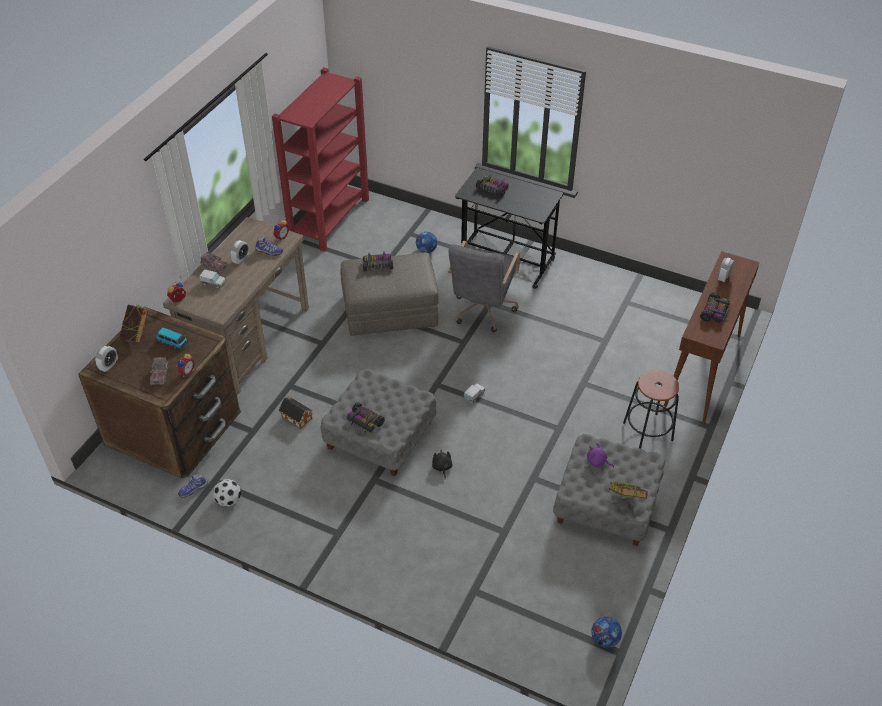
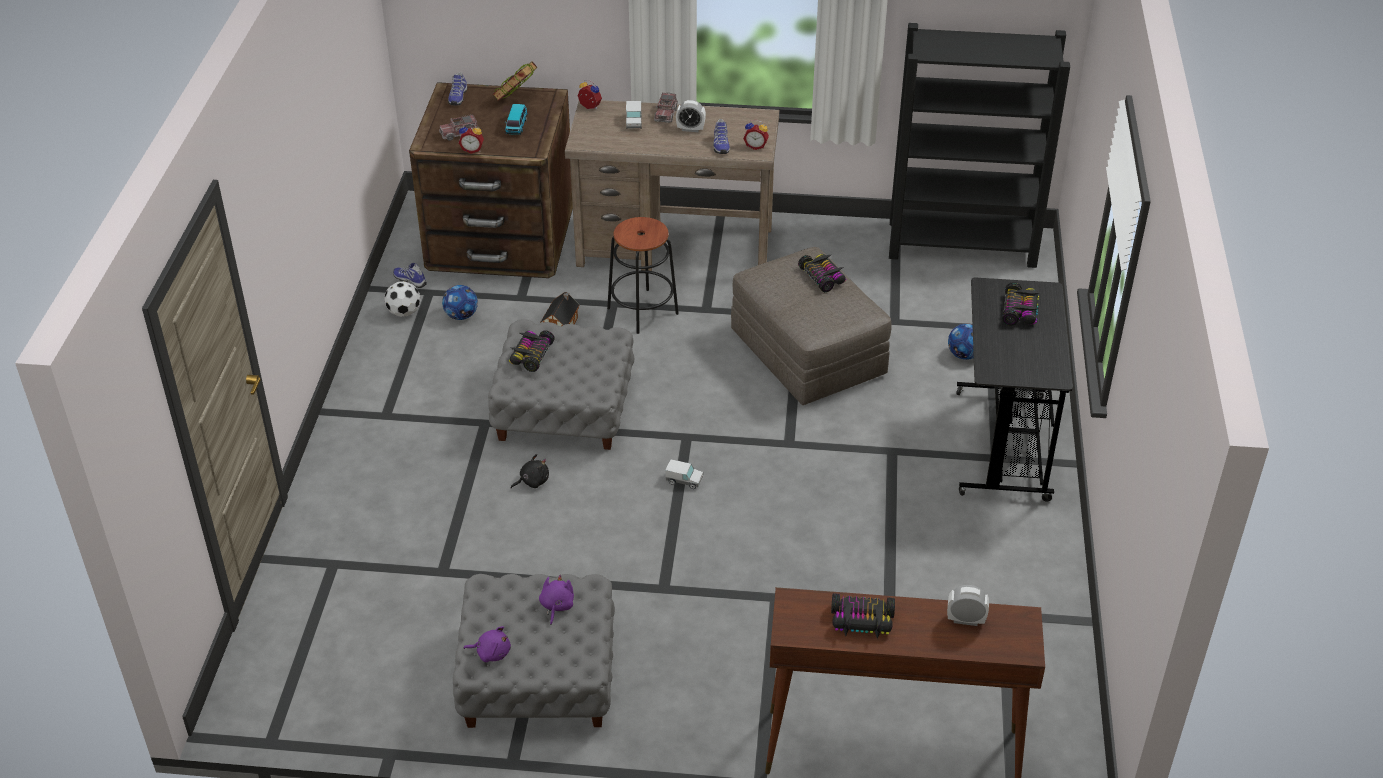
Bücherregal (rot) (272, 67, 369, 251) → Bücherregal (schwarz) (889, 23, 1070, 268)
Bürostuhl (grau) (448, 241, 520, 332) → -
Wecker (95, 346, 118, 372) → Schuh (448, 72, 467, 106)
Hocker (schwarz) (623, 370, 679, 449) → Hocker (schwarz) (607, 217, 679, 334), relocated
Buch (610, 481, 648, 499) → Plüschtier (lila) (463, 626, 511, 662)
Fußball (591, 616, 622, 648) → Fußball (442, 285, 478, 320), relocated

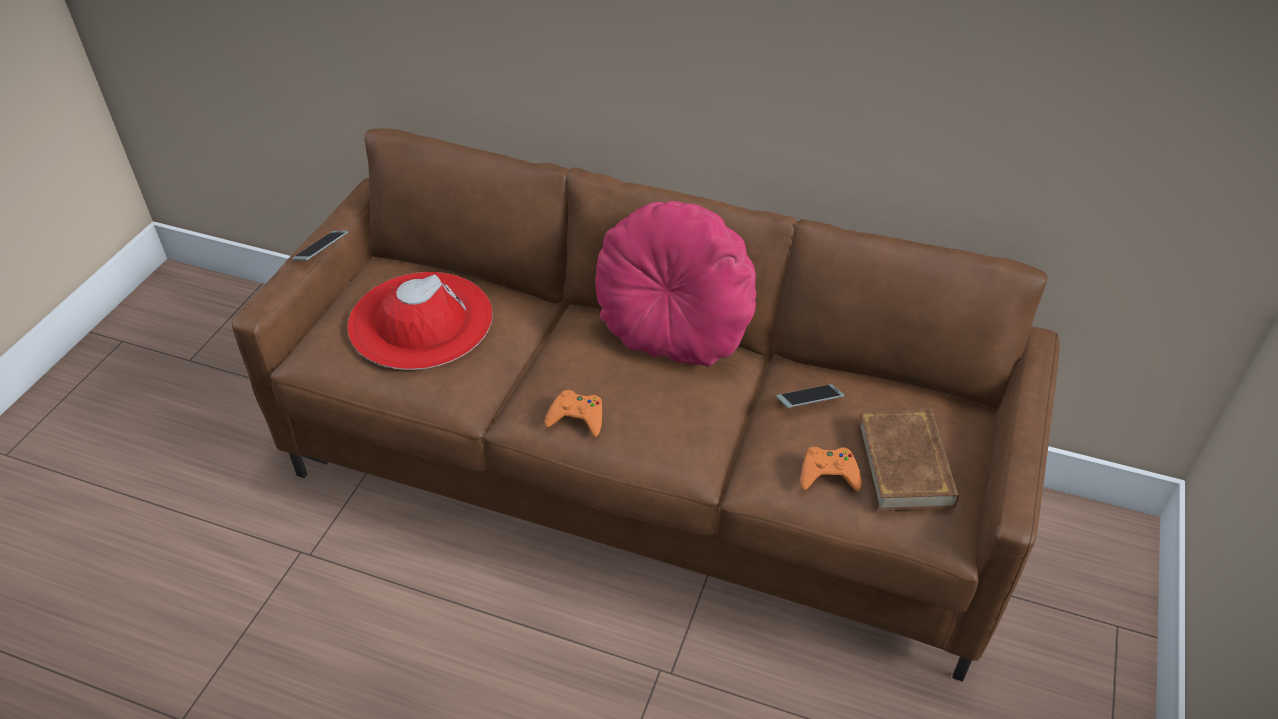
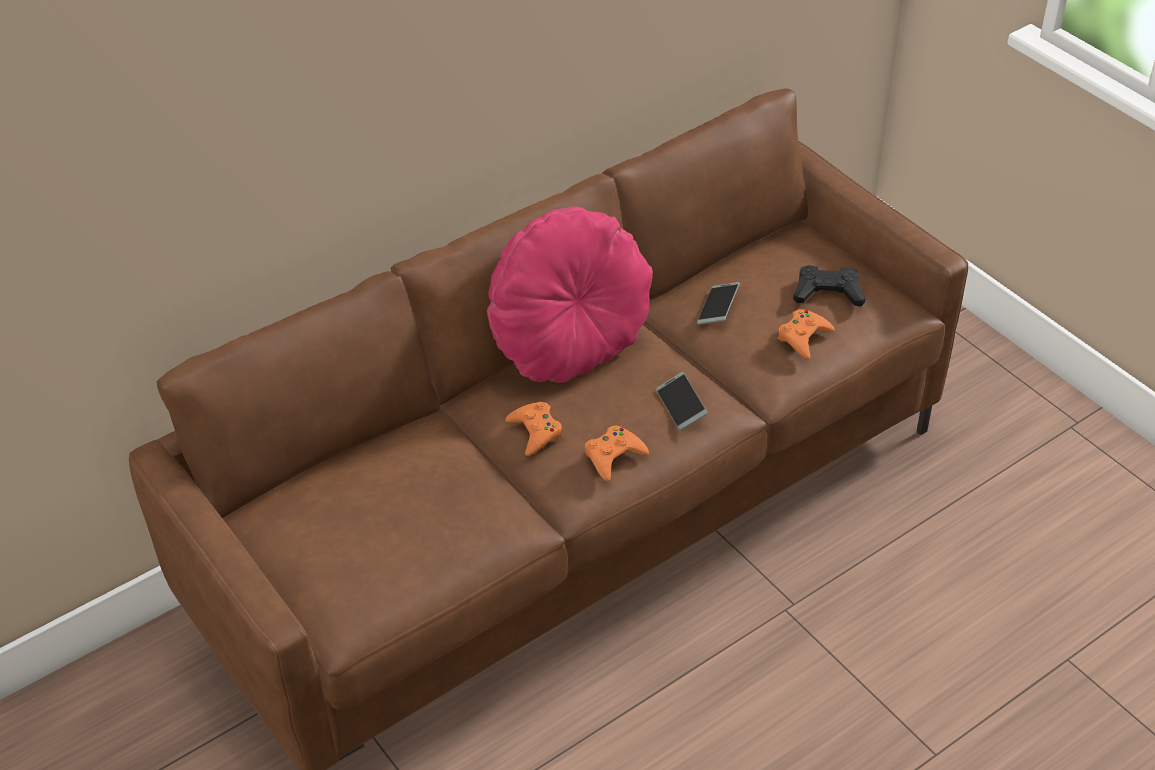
Handy (292, 231, 348, 261) → Handy (656, 372, 707, 430), relocated
Hut (rot) (348, 272, 493, 370) → -
Buch (braun) (858, 409, 959, 511) → Gamepad (schwarz) (793, 265, 865, 307)
- → Gamepad (orange) (505, 402, 562, 456)

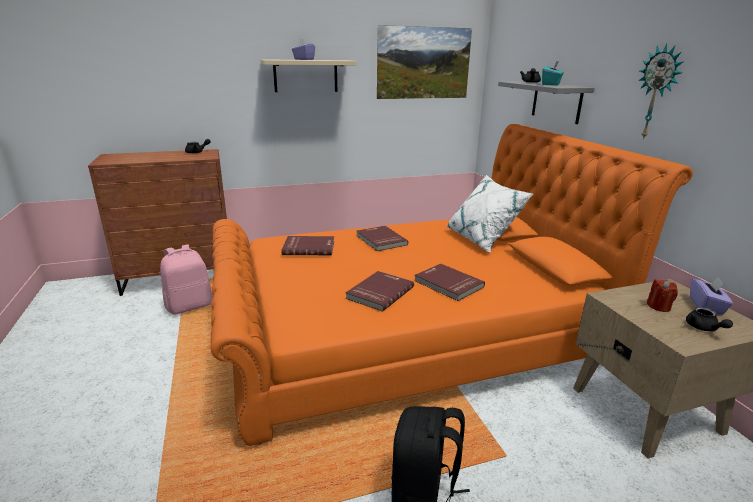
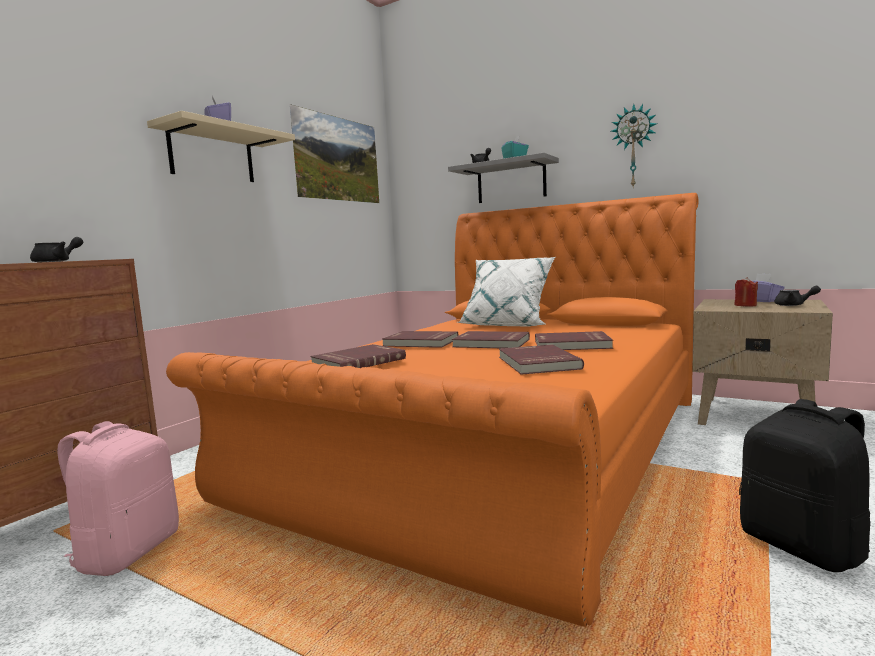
- → Buch (rot) (452, 331, 530, 348)

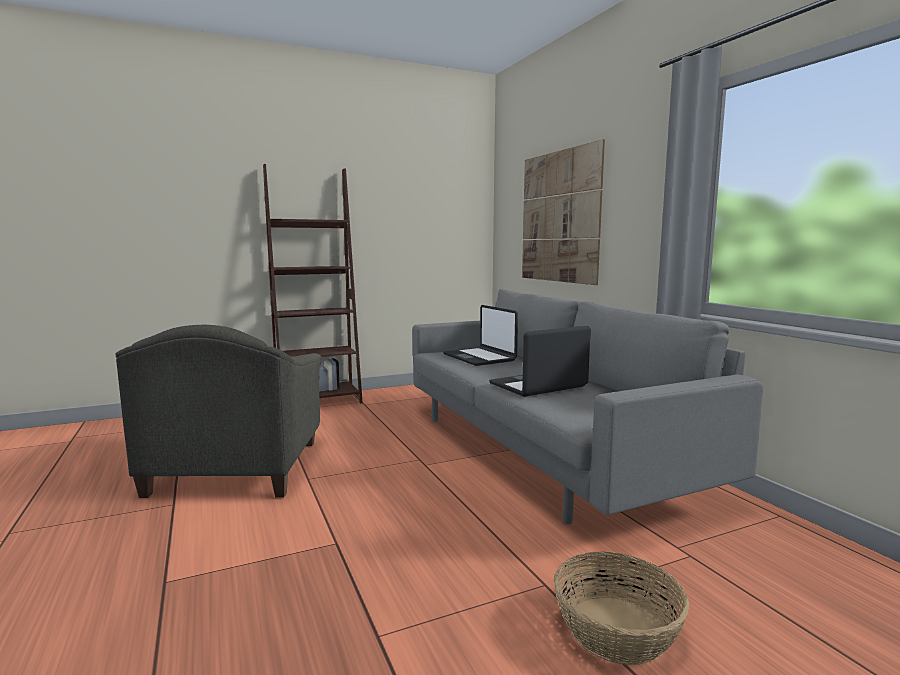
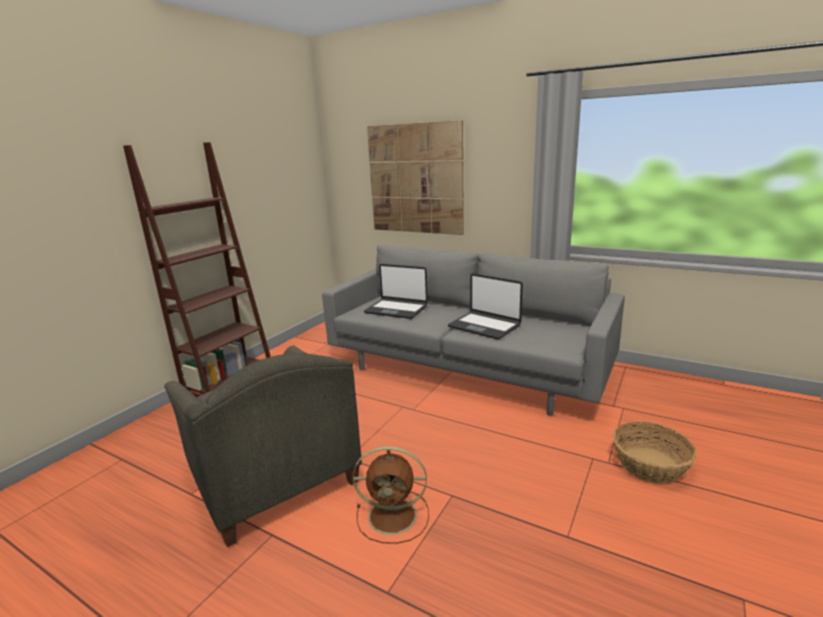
Laptop (489, 326, 591, 397) → Laptop (448, 274, 523, 339), 75 degrees counterclockwise
- → Ventilator (braun) (353, 446, 429, 544)

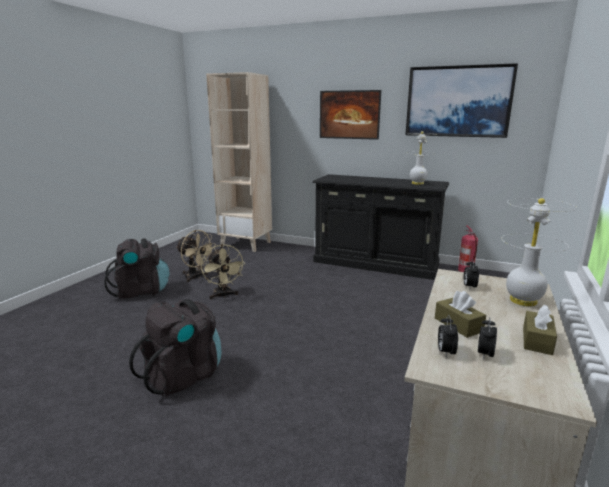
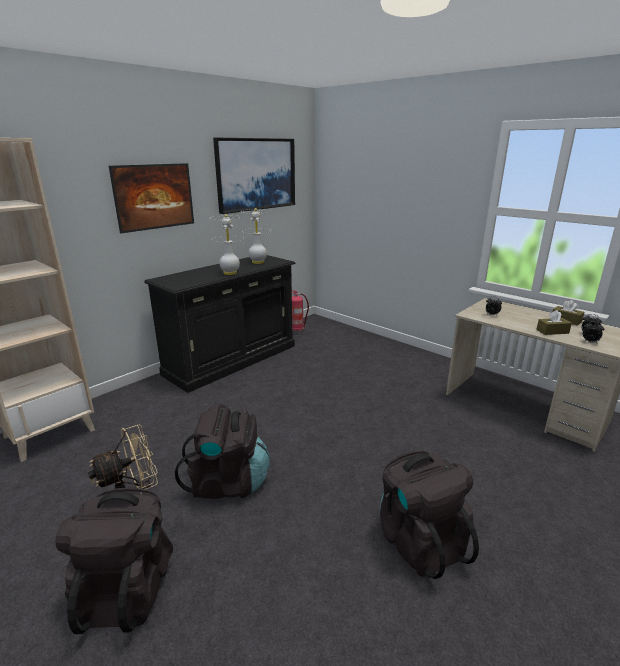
Tischlampe (weiß) (501, 198, 577, 307) → Tischlampe (weiß) (210, 214, 244, 275), relocated
Ventilator (beige) (201, 244, 244, 299) → Rucksack (schwarz) (175, 404, 270, 499)

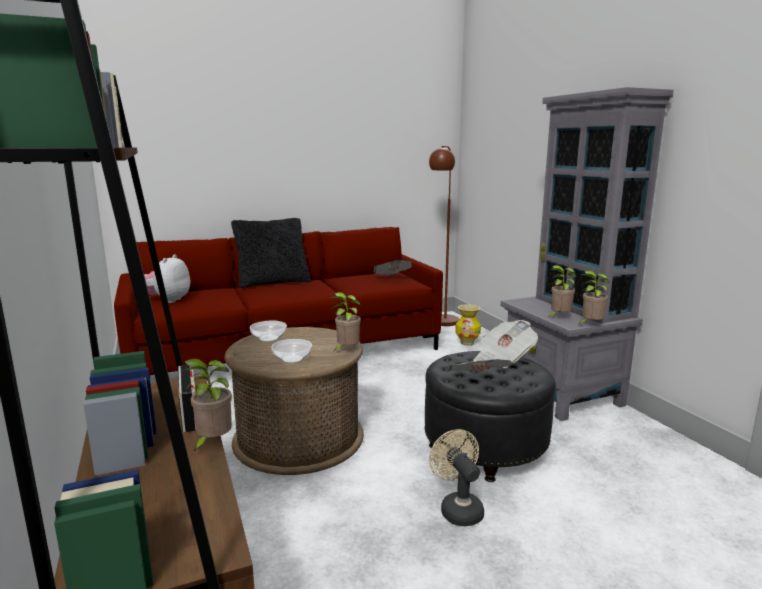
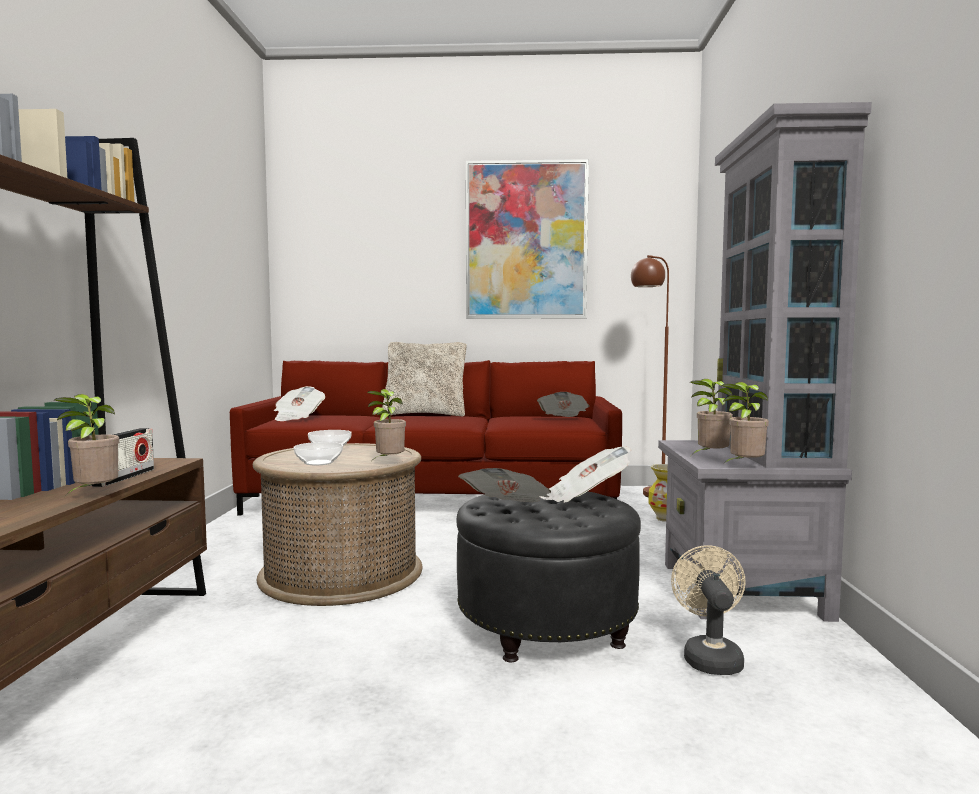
Kissen (schwarz) (231, 218, 311, 288) → Kissen (beige) (382, 342, 467, 416)
Plüschtier (144, 254, 191, 303) → Zeitung (274, 386, 326, 421)
Ventilator (beige) (429, 429, 484, 527) → Ventilator (beige) (671, 545, 746, 675), relocated
- → Bild (466, 159, 589, 319)

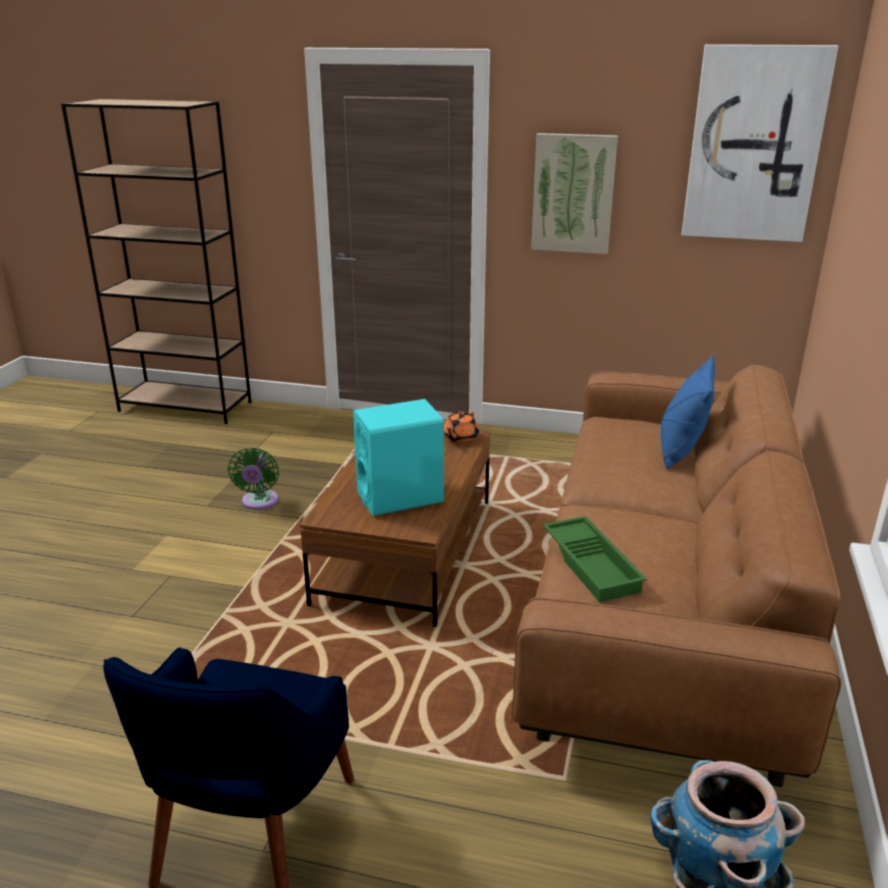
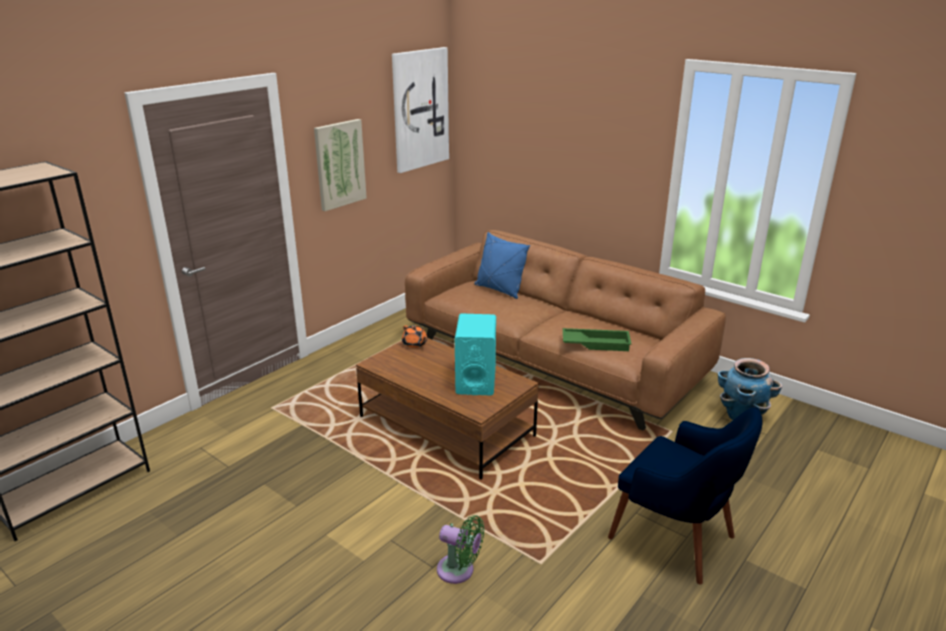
Ventilator (grün) (228, 447, 279, 510) → Ventilator (grün) (437, 515, 485, 584), relocated

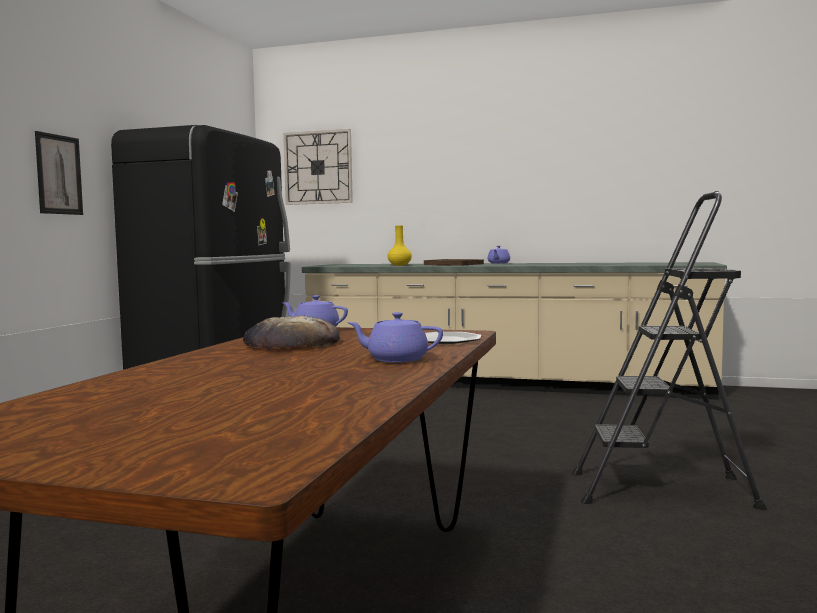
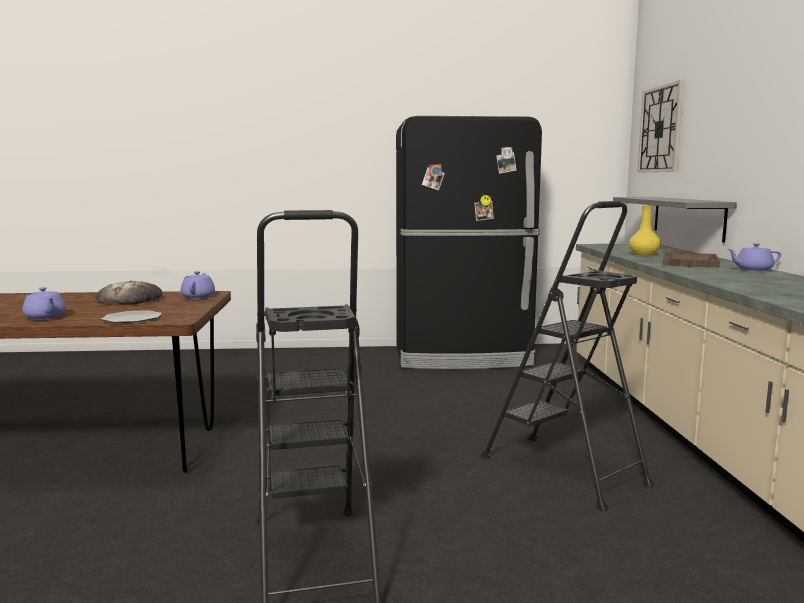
Bild (35, 131, 83, 215) → -
Teekanne (lila) (347, 312, 443, 362) → Teekanne (lila) (22, 287, 66, 320), 150 degrees clockwise
- → Wandregal (grau) (613, 197, 737, 242)
- → Trittleiter (481, 201, 654, 511)

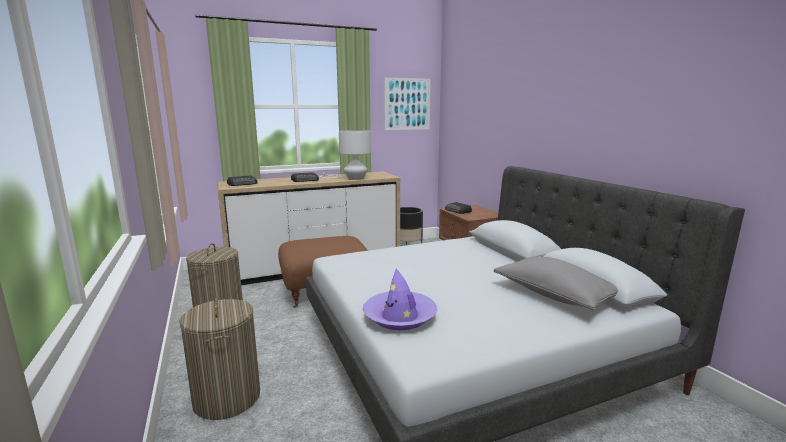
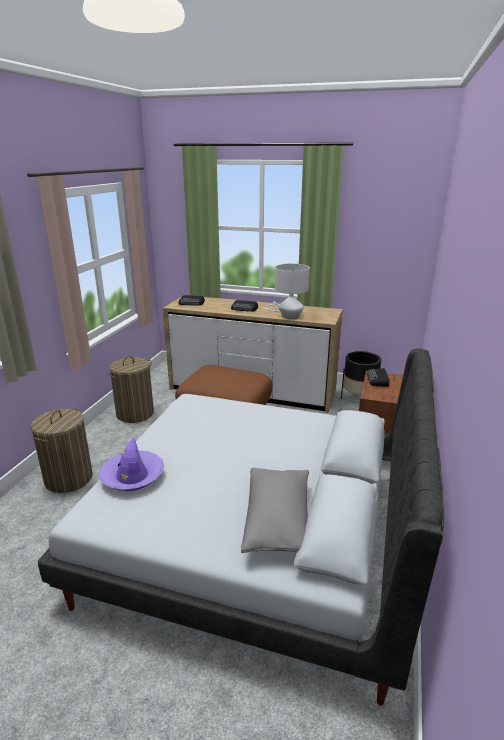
Bild (384, 77, 430, 130) → -

